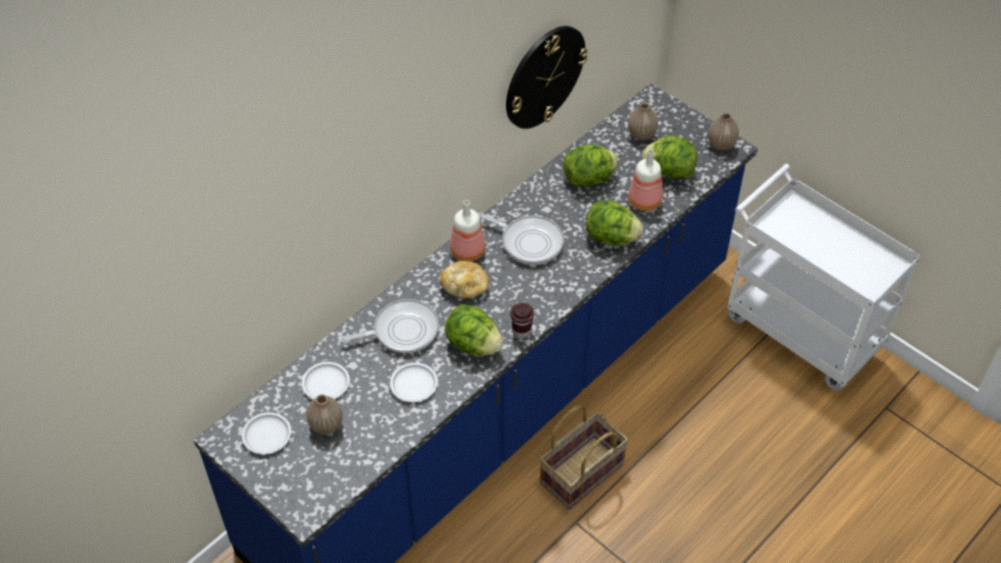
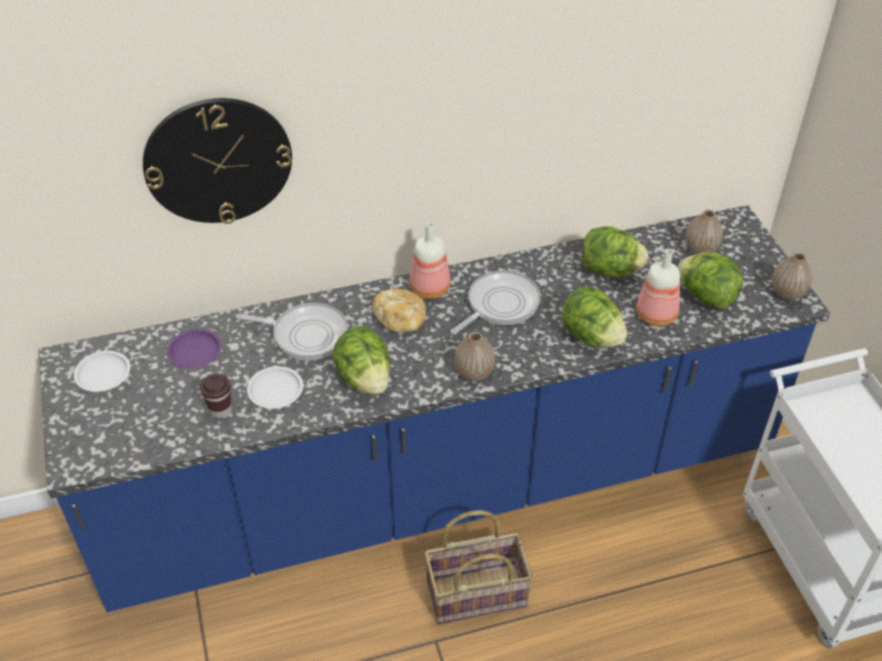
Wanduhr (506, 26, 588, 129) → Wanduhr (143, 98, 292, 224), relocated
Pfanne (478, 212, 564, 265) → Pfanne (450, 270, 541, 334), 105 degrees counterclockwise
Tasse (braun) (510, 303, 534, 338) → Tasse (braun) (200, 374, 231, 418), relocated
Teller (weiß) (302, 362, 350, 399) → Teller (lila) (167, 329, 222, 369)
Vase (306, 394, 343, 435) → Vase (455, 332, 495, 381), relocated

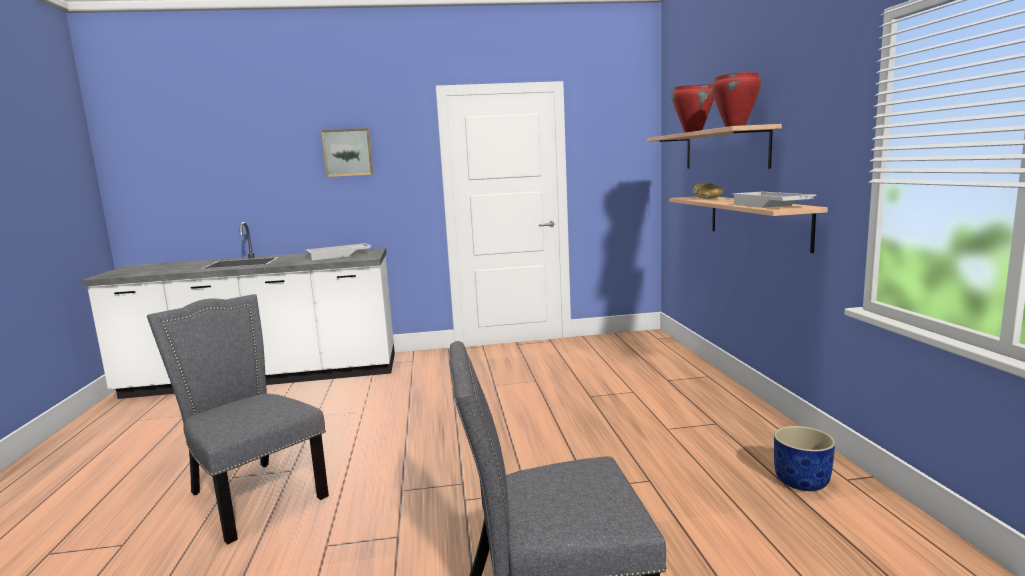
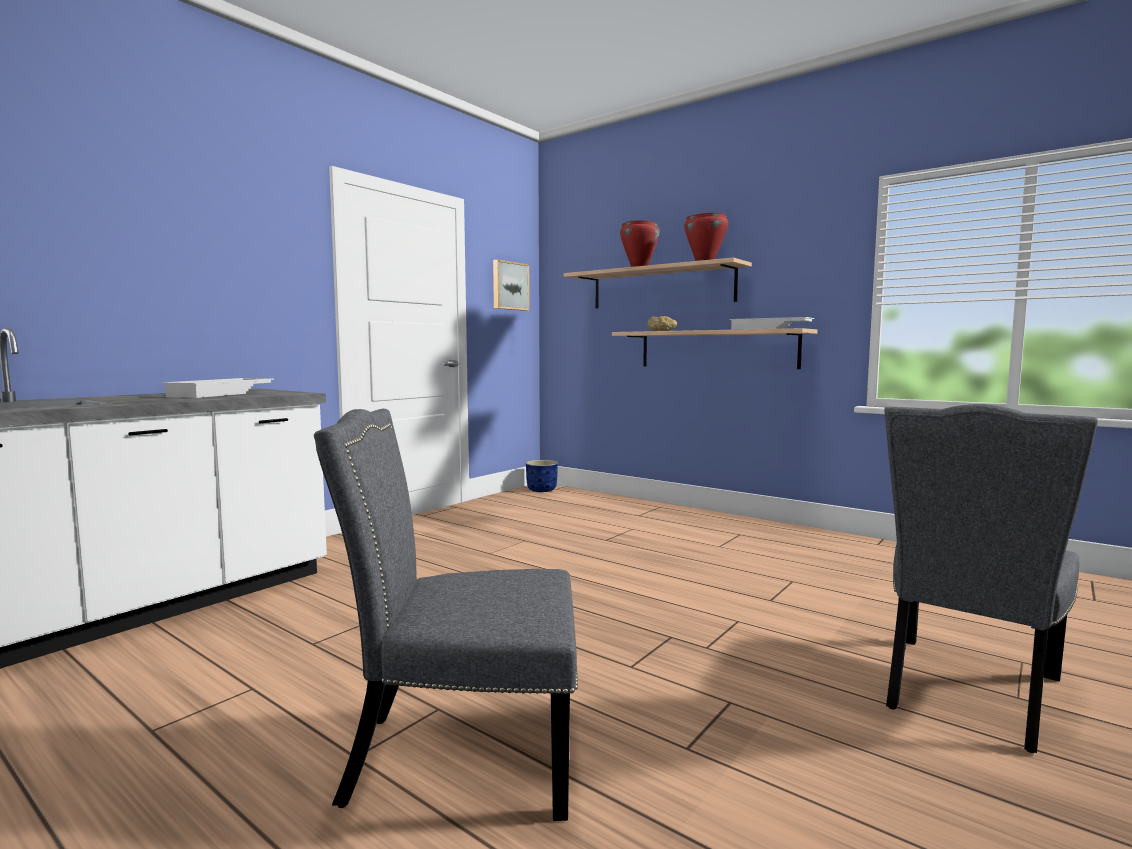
Bild (321, 128, 373, 177) → Bild (493, 259, 529, 311), relocated
Pflanzkübel (blau) (774, 426, 835, 491) → Pflanzkübel (blau) (526, 460, 558, 492), relocated

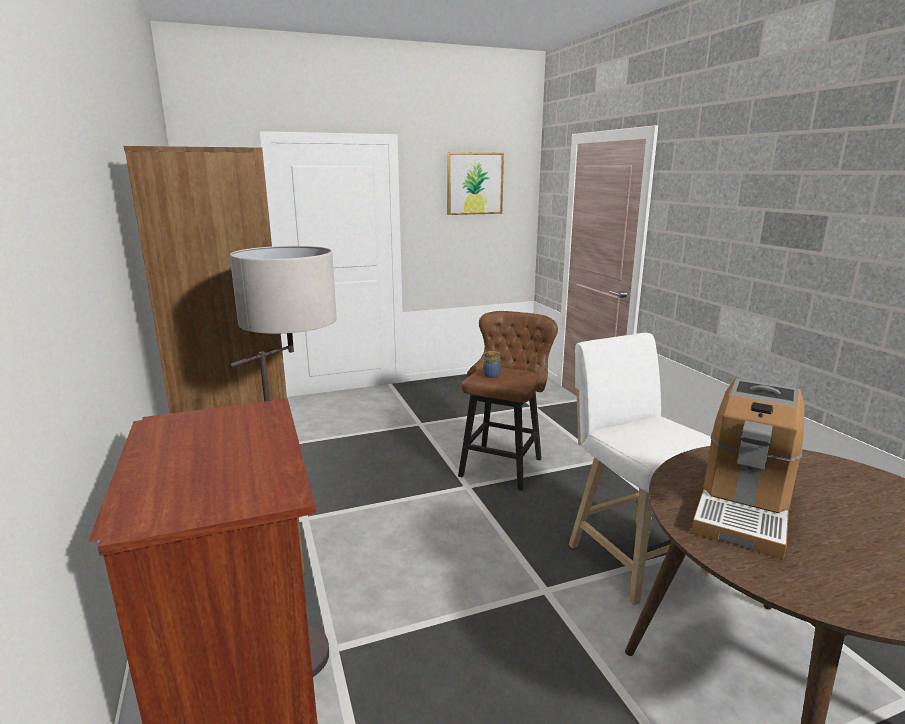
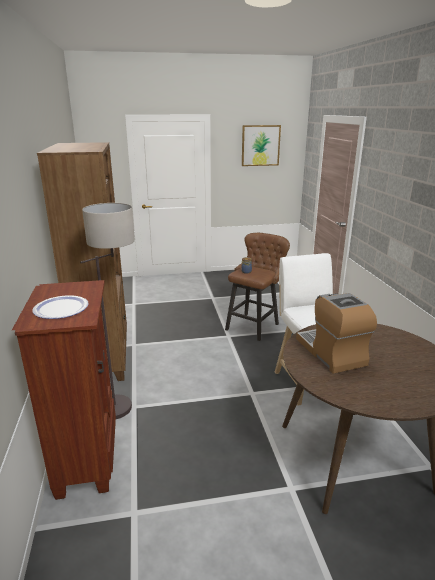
Kaffeemaschine (691, 379, 805, 559) → Kaffeemaschine (296, 293, 377, 374), 120 degrees clockwise
- → Teller (32, 295, 89, 319)

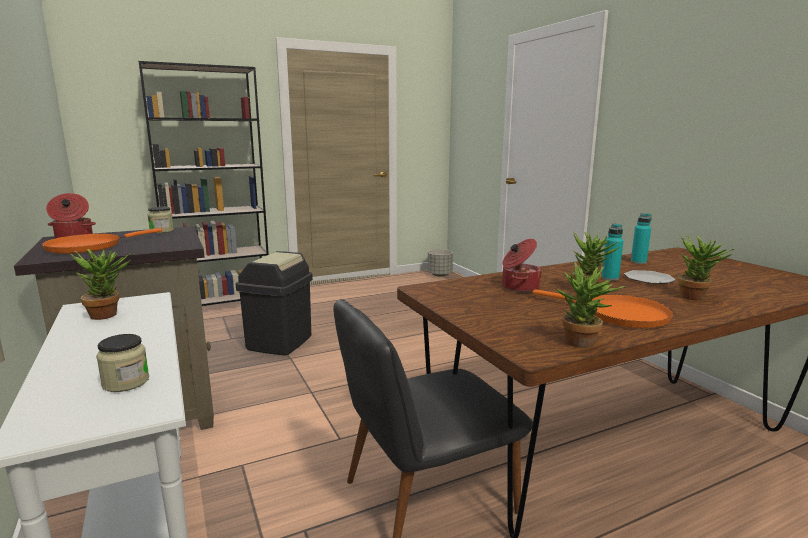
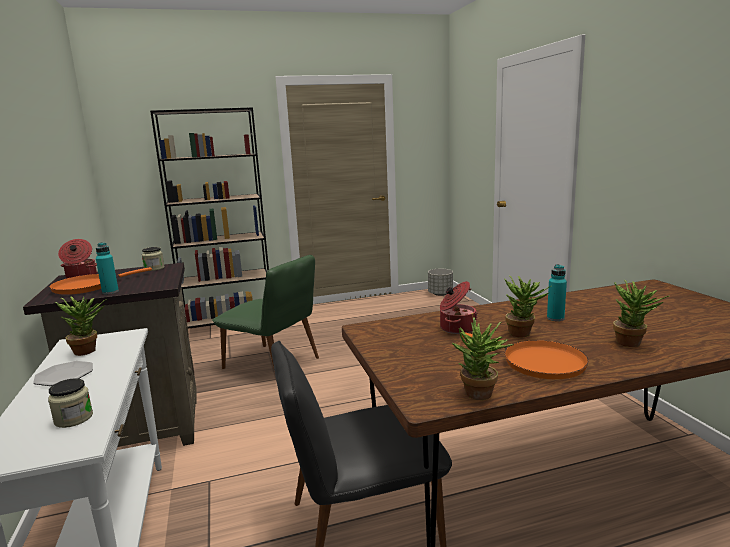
Flasche (türkis) (631, 213, 652, 264) → Flasche (türkis) (96, 242, 119, 294), relocated
Mülleimer (schwarz) (235, 251, 313, 355) → Stuhl (grün) (212, 255, 319, 372)
Teller (624, 270, 676, 284) → Teller (33, 361, 93, 386), relocated

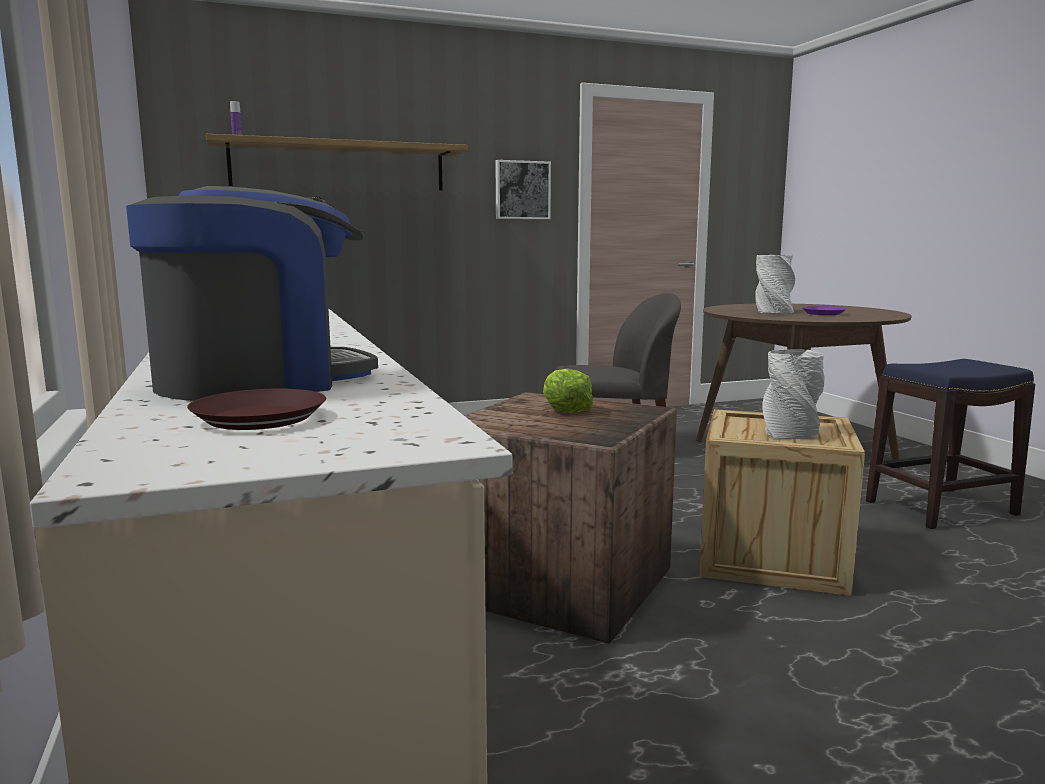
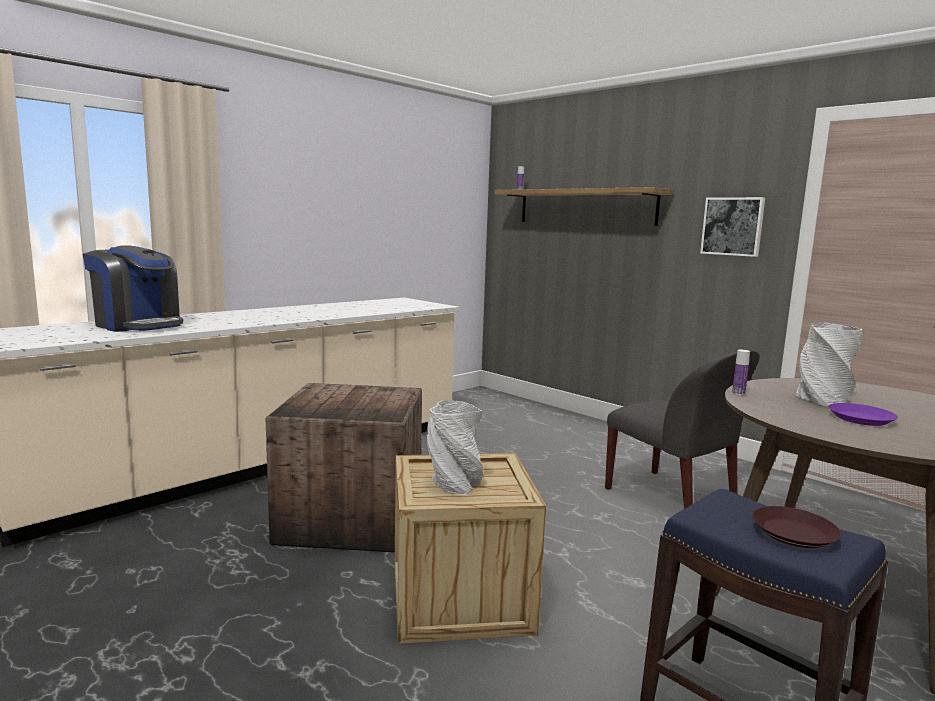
Salatkopf (543, 369, 594, 413) → -
Teller (braun) (187, 389, 326, 430) → Teller (braun) (752, 506, 842, 548), relocated
- → Flasche (732, 350, 750, 395)

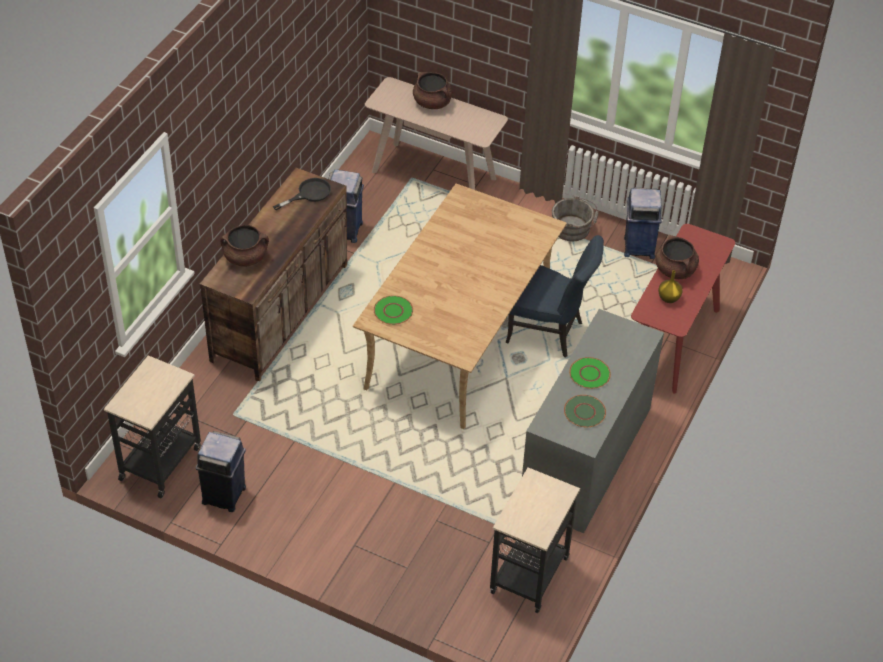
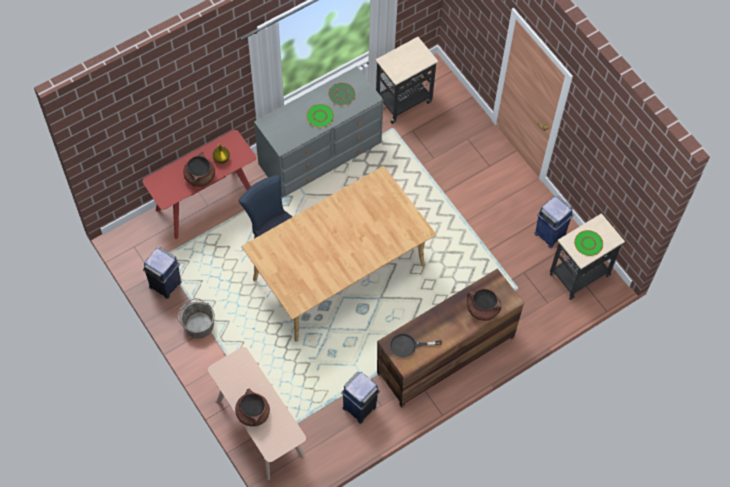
Teller (grün) (374, 296, 413, 325) → Teller (grün) (574, 230, 603, 256), relocated

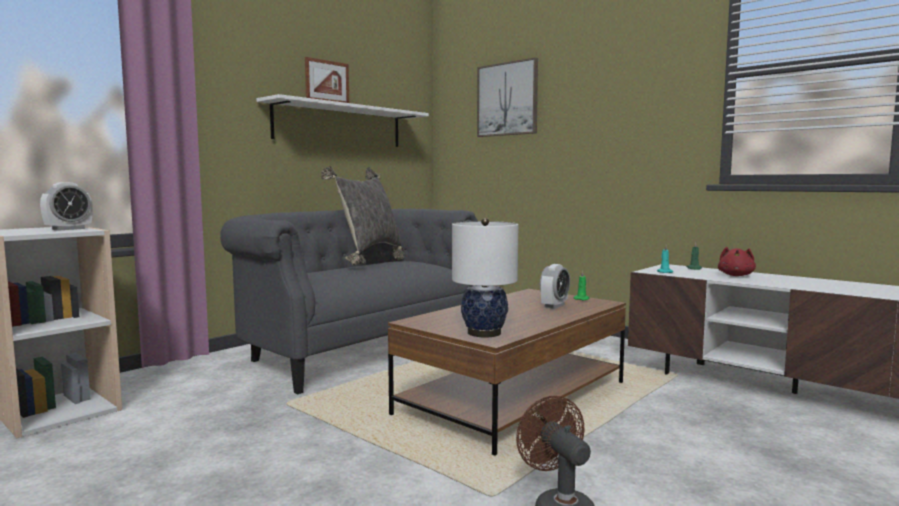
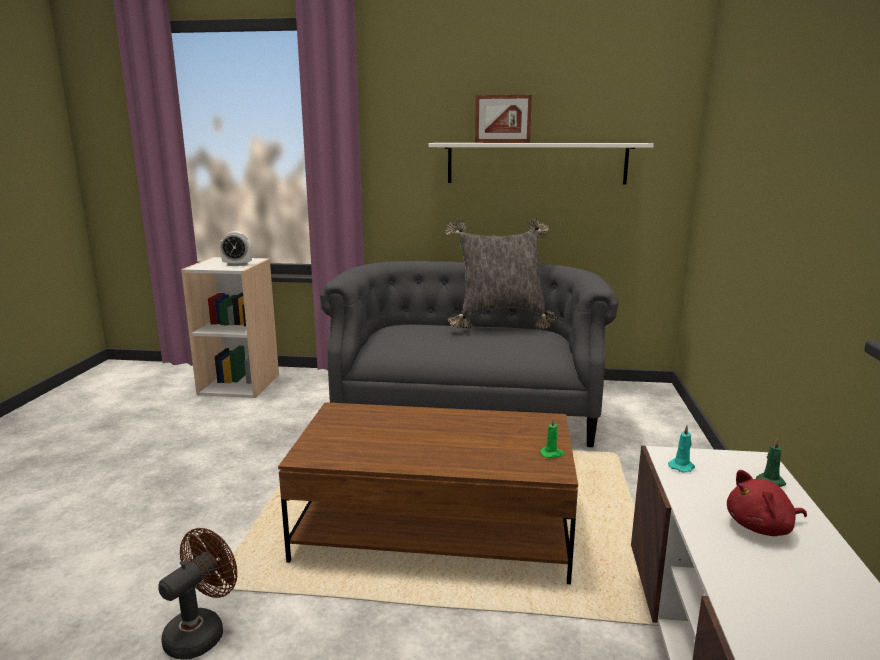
Bild (477, 58, 538, 137) → -
Tischlampe (weiß) (452, 218, 518, 337) → -
Wecker (540, 264, 570, 309) → -

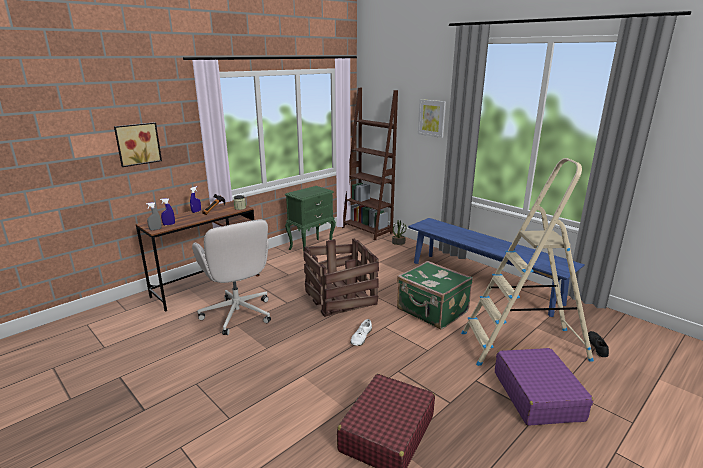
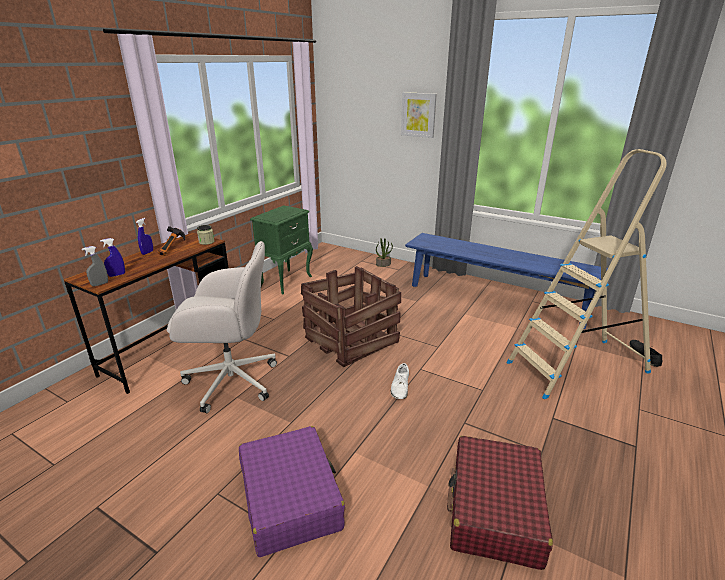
Bücherregal (braun) (342, 88, 398, 240) → -
Bild (114, 122, 162, 167) → -
Bürostuhl (weiß) (192, 219, 271, 335) → Bürostuhl (weiß) (167, 241, 277, 413), 45 degrees counterclockwise
Koffer (grün) (397, 261, 473, 330) → -
Koffer (lila) (495, 348, 593, 426) → Koffer (lila) (239, 426, 345, 557), relocated

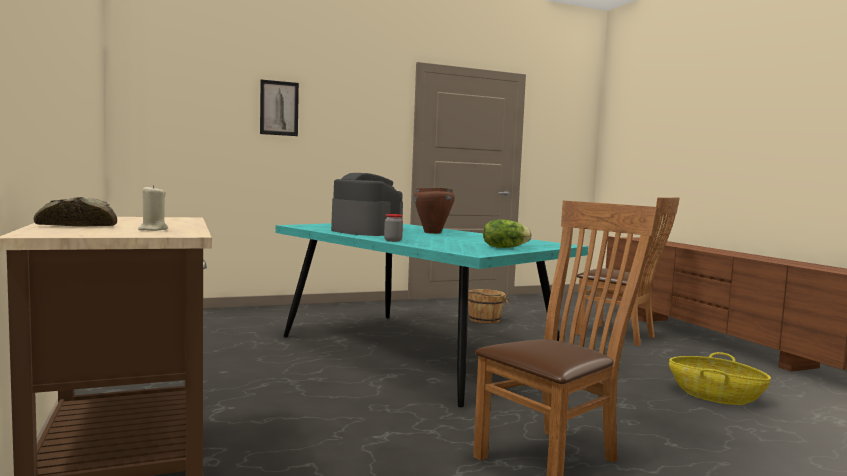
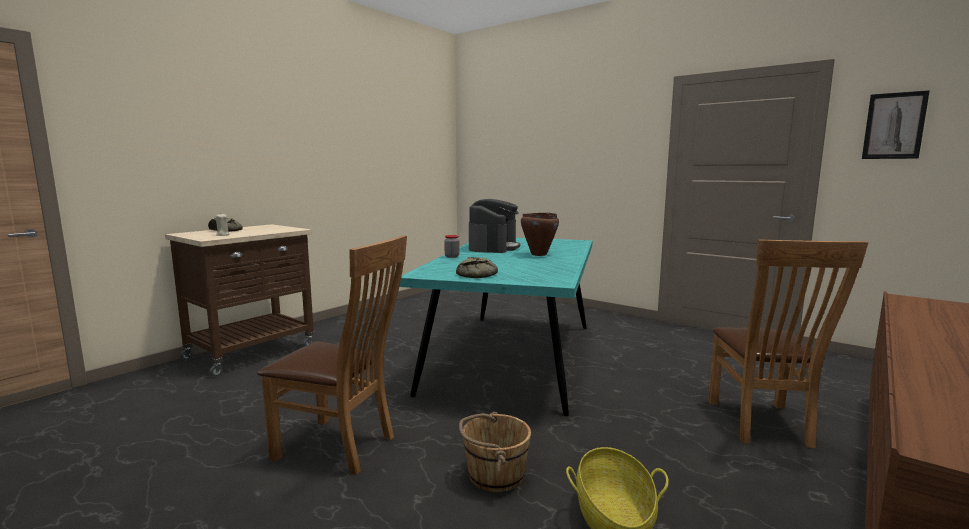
Bild (260, 80, 299, 136) → Bild (862, 90, 930, 159), relocated
Salatkopf (483, 219, 532, 248) → Brot (456, 257, 498, 278)
Eimer (braun) (468, 289, 510, 324) → Eimer (braun) (459, 412, 531, 492), relocated

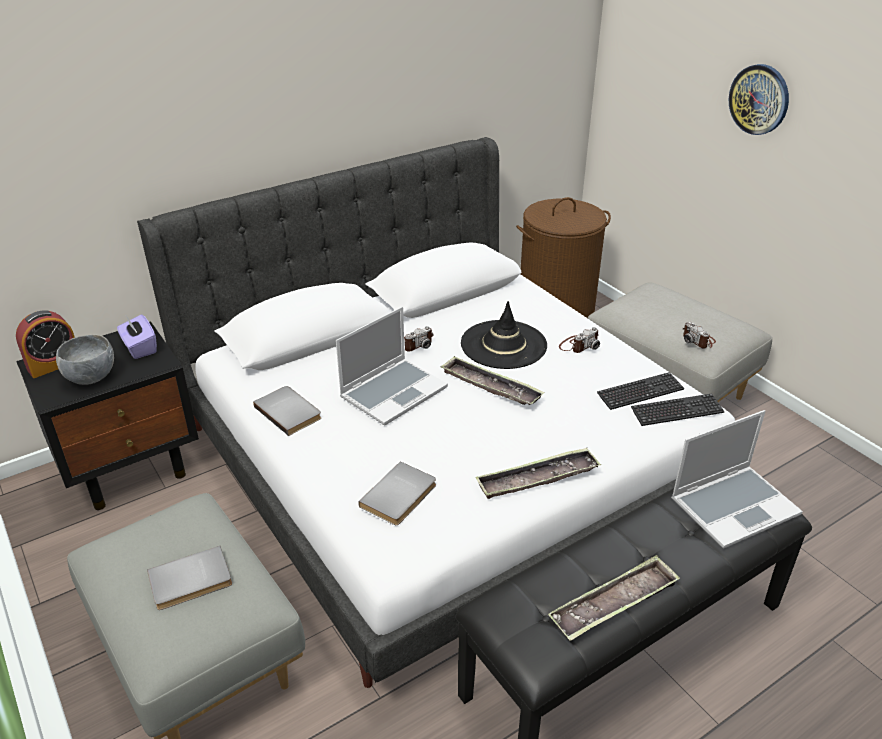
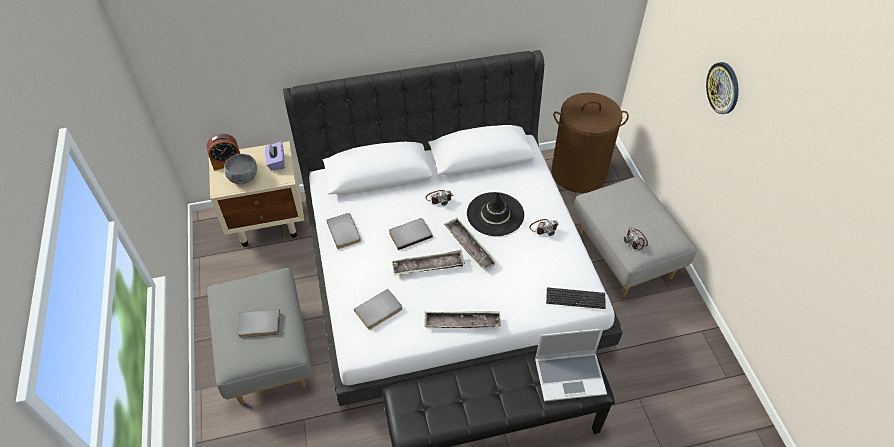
Laptop (336, 306, 448, 426) → Buch (grau) (389, 218, 433, 250)
Nachttisch (schwarz) (16, 321, 199, 510) → Nachttisch (beige) (209, 141, 304, 247)
Tastatur (597, 372, 684, 410) → -
Tablett (548, 555, 680, 641) → Tablett (392, 250, 465, 276), relocated

